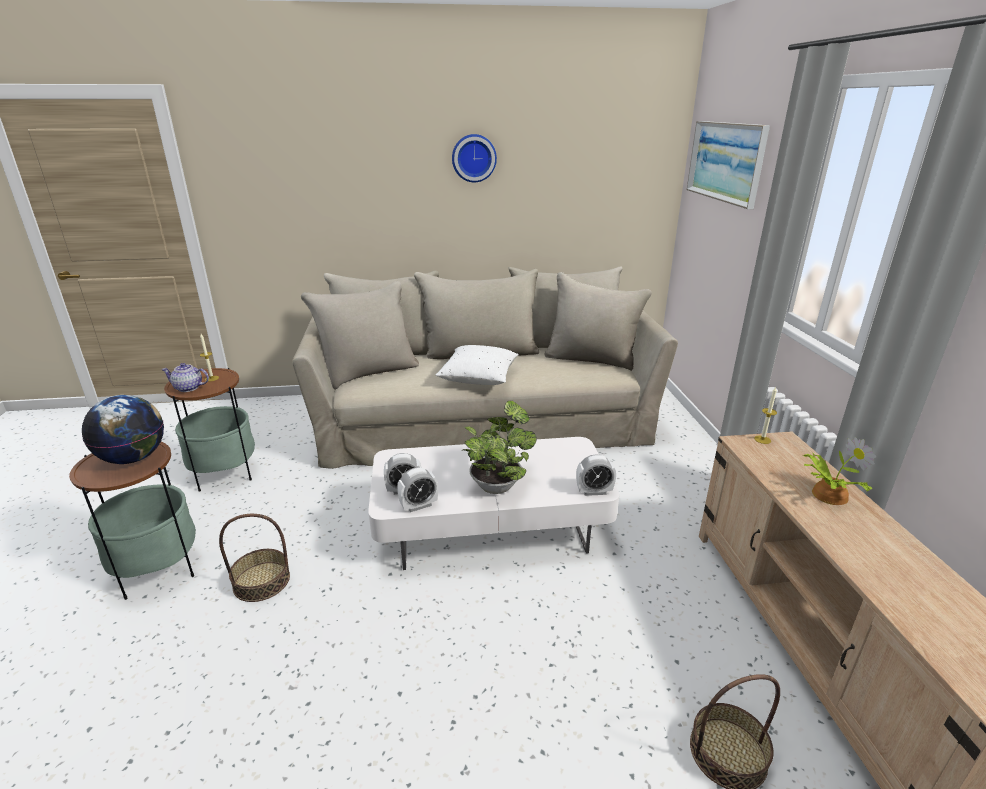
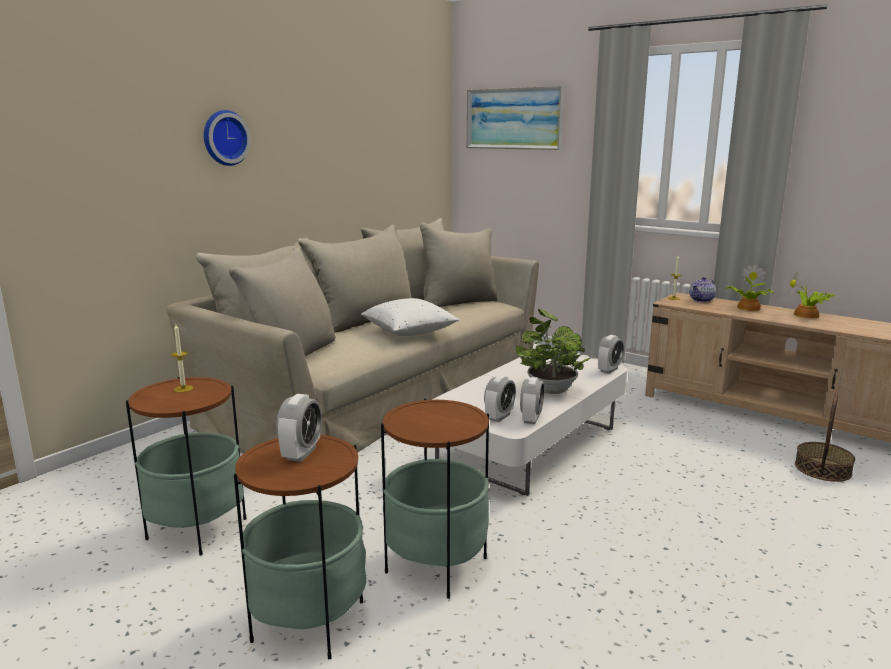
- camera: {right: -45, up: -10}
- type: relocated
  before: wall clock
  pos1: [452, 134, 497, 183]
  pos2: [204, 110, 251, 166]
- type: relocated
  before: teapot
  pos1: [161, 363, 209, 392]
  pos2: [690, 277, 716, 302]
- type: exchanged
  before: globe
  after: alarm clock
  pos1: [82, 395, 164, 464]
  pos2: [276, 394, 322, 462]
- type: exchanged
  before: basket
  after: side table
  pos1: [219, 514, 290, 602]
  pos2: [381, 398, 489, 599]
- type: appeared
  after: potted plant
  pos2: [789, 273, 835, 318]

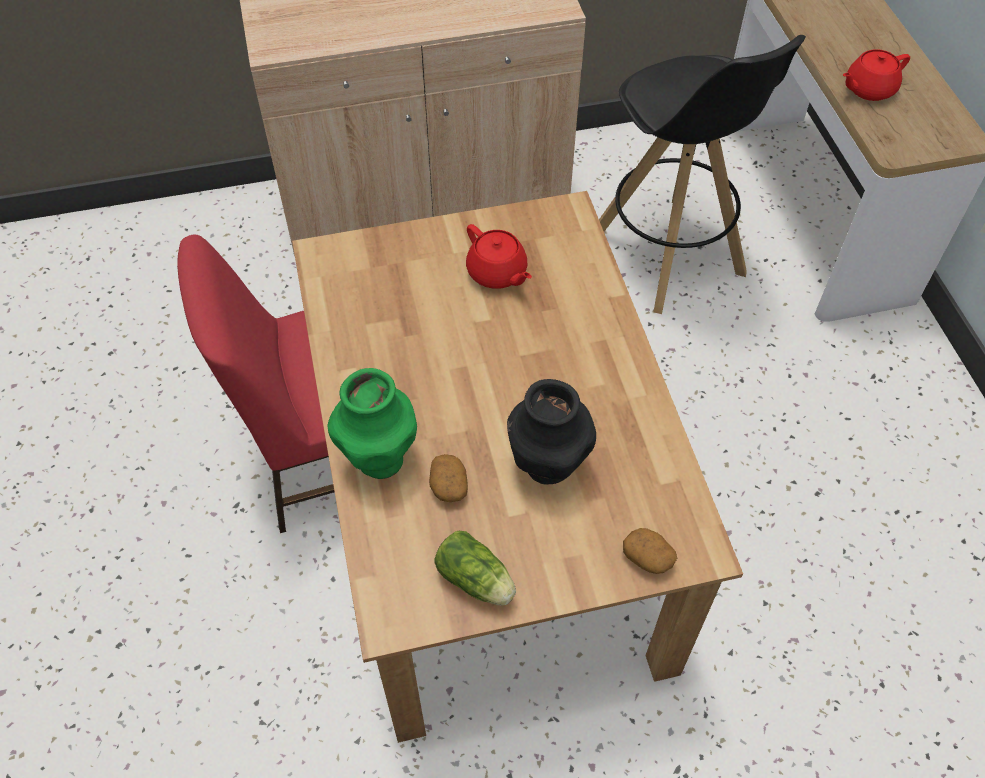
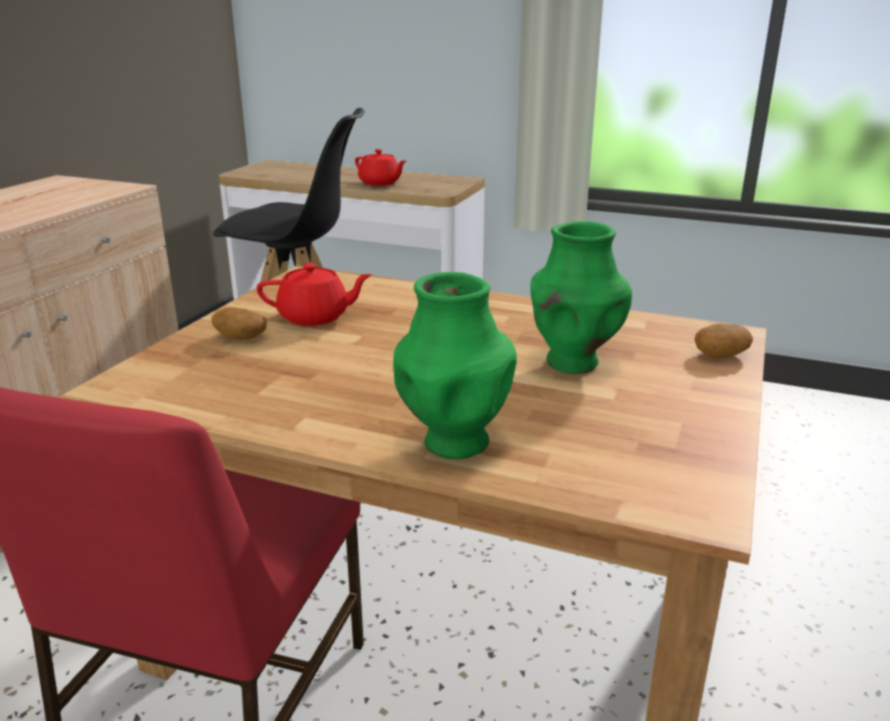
- camera: {right: -55, up: -30}
- type: spun
  before: teapot (red)
  pos1: [843, 49, 910, 101]
  pos2: [355, 149, 406, 186]
  turn: -60
- type: colour
  before: vase (black)
  after: vase (green)
  pos1: [507, 379, 596, 485]
  pos2: [531, 221, 632, 374]
- type: relocated
  before: potato
  pos1: [429, 454, 468, 502]
  pos2: [211, 307, 267, 340]
- type: missing
  before: lettuce
  pos1: [434, 531, 516, 605]

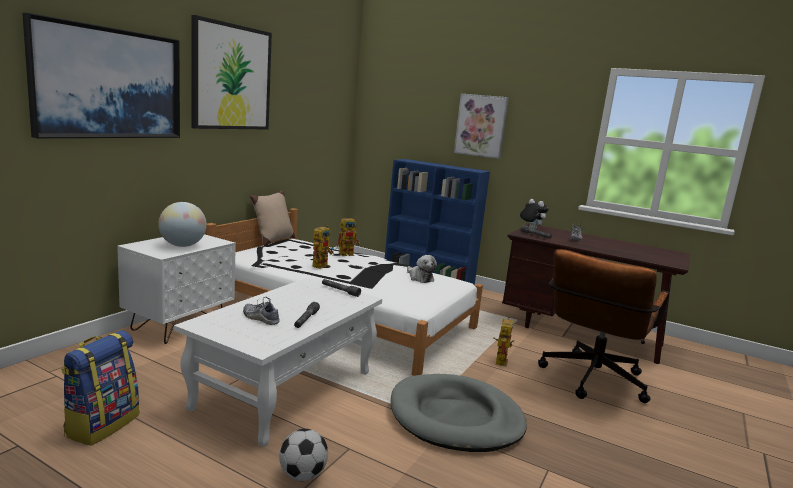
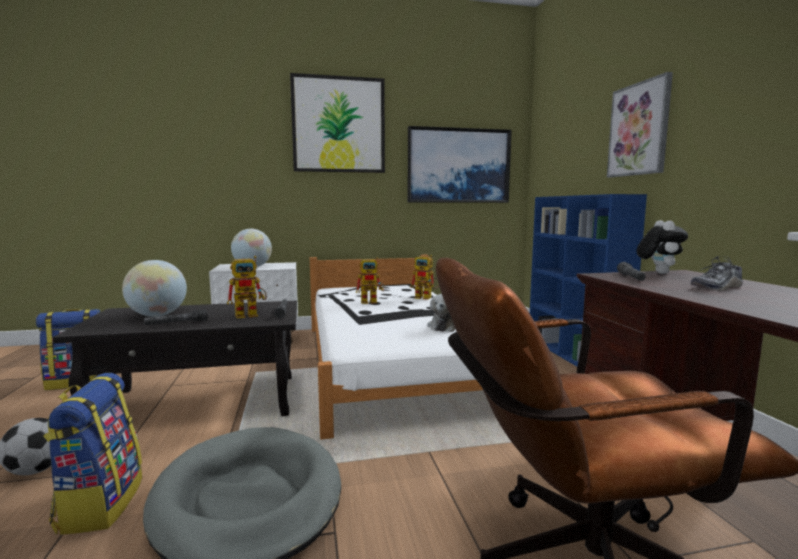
- camera: {right: 50, up: -5}
- type: relocated
  before: picture
  pos1: [22, 13, 180, 138]
  pos2: [408, 126, 512, 203]
- type: missing
  before: pillow (beige)
  pos1: [250, 190, 295, 246]
- type: colour
  before: coffee table (white)
  after: coffee table (black)
  pos1: [174, 277, 382, 447]
  pos2: [52, 301, 297, 416]
- type: exchanged
  before: shoe
  after: globe
  pos1: [243, 297, 280, 325]
  pos2: [122, 260, 187, 317]
- type: relocated
  before: toy robot
  pos1: [493, 316, 515, 367]
  pos2: [227, 256, 267, 319]
- type: appeared
  after: backpack
  pos2: [43, 373, 142, 535]

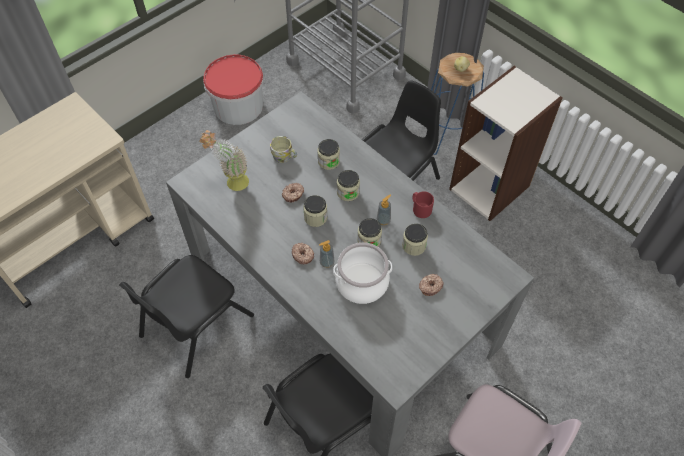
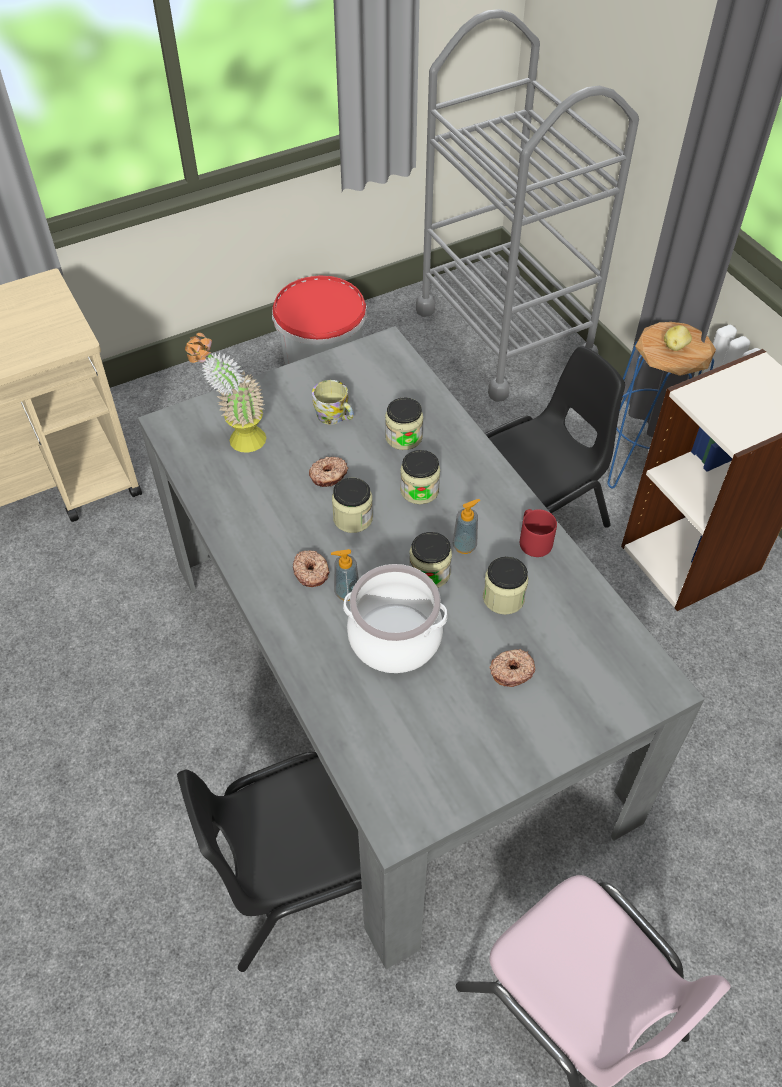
- camera: {right: 15, up: -5}
- type: missing
  before: chair (black)
  pos1: [119, 255, 254, 378]

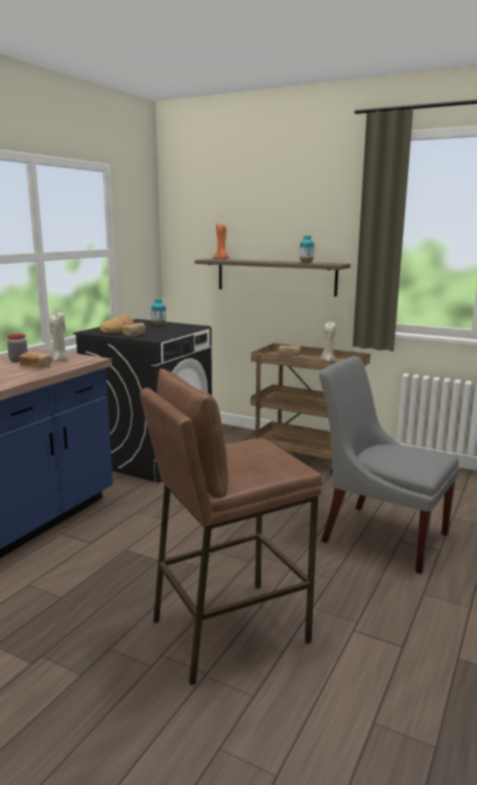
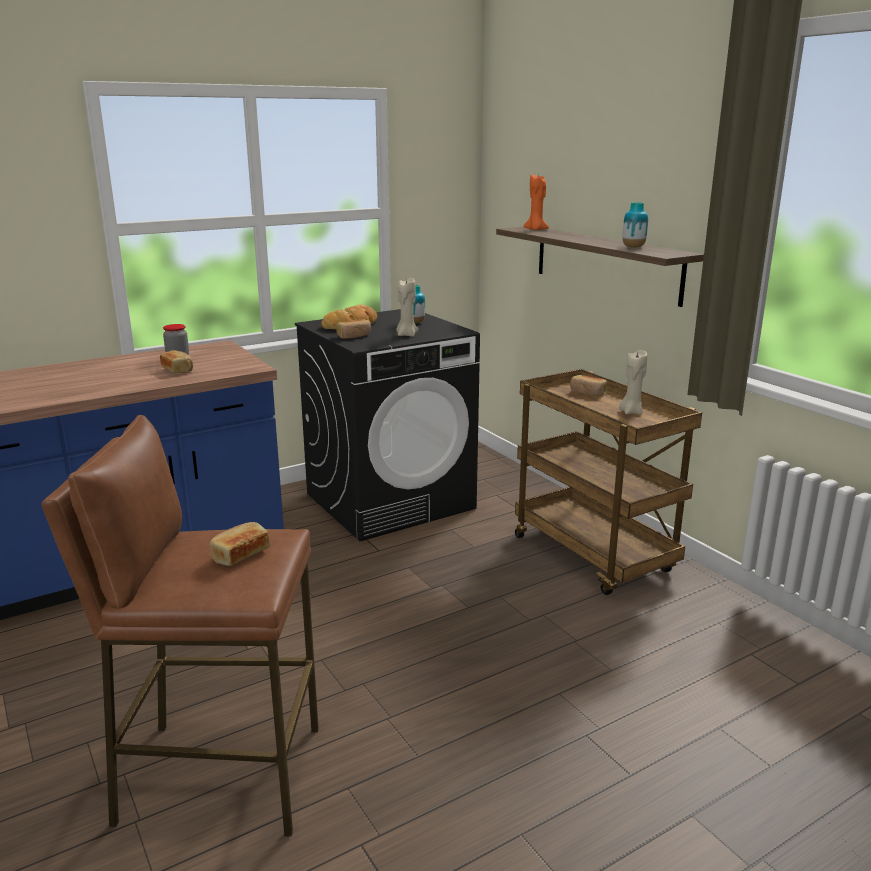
- camera: {right: 30, up: 5}
- type: relocated
  before: candle (beige)
  pos1: [49, 312, 68, 362]
  pos2: [396, 277, 418, 337]
- type: missing
  before: chair (grey)
  pos1: [319, 356, 459, 574]
- type: appeared
  after: bread
  pos2: [209, 522, 270, 566]

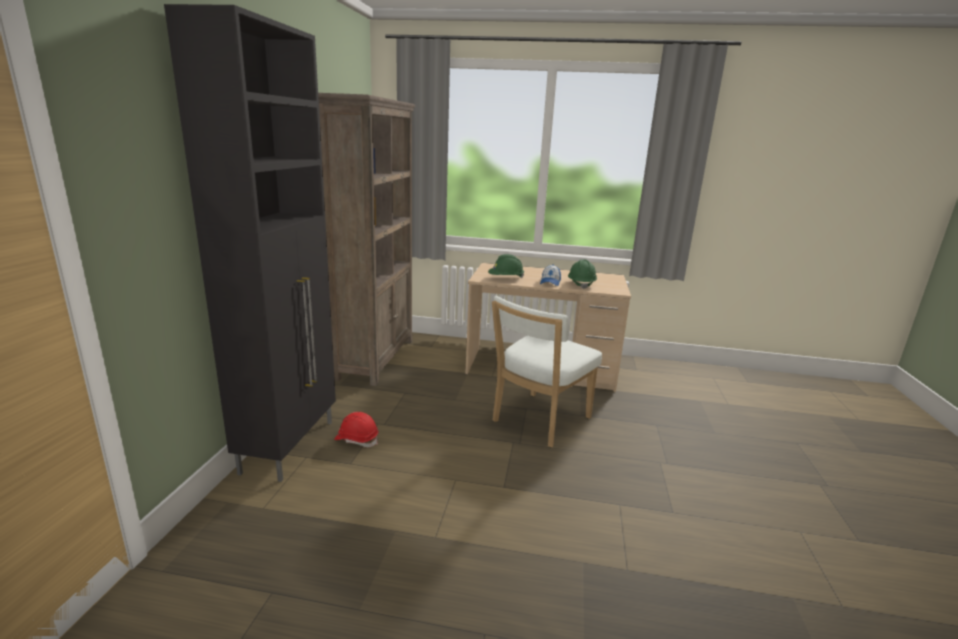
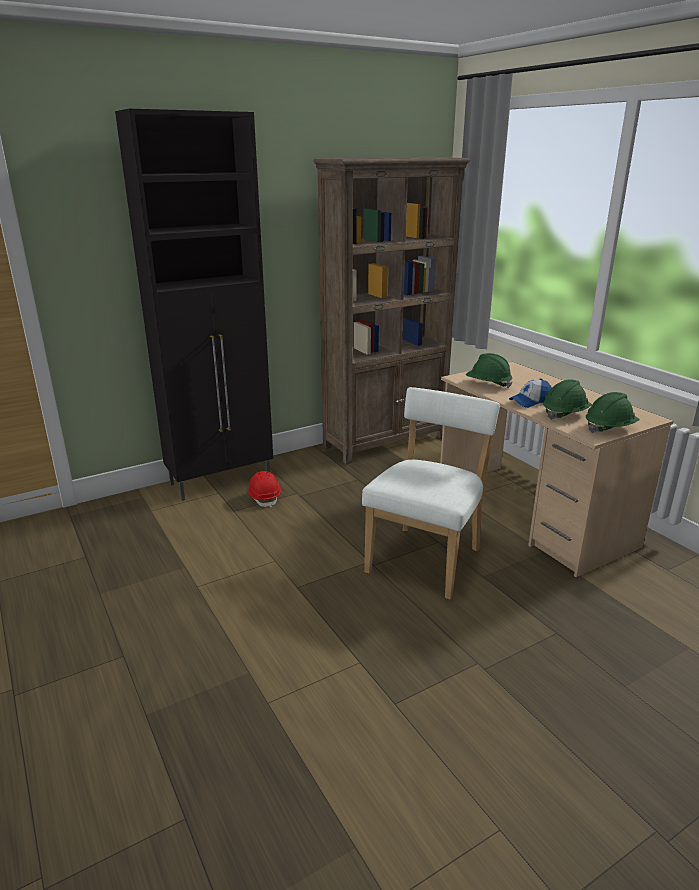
- camera: {right: 50, up: 5}
- type: spun
  before: chair (white)
  pos1: [492, 296, 602, 447]
  pos2: [362, 387, 500, 599]
  turn: 120
- type: appeared
  after: hard hat (green)
  pos2: [586, 392, 640, 433]

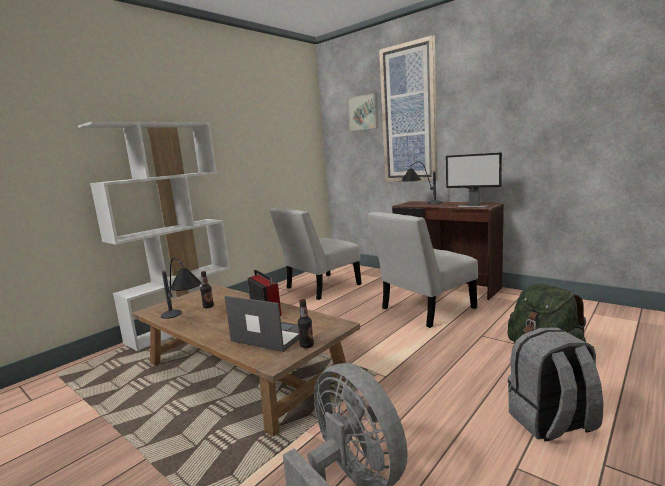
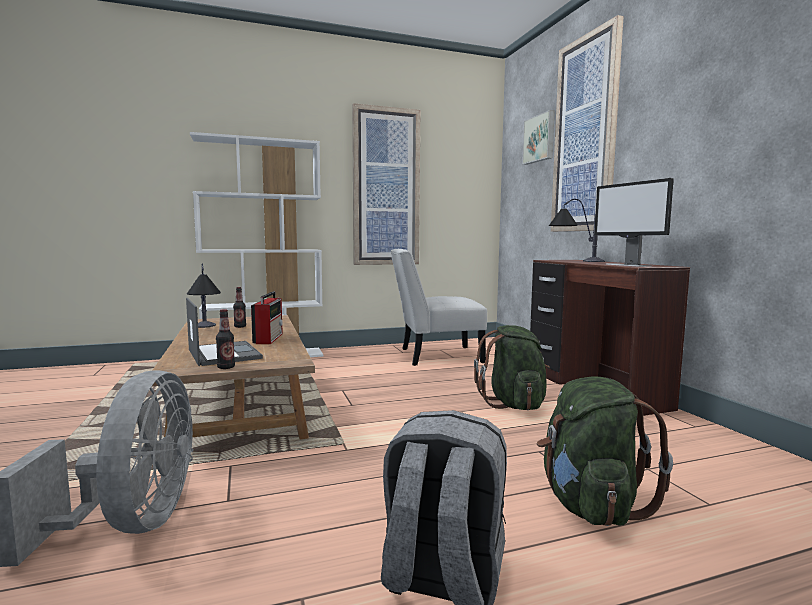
- camera: {right: 30, up: -5}
- type: exchanged
  before: chair (white)
  after: backpack (green)
  pos1: [368, 212, 478, 328]
  pos2: [474, 325, 550, 410]
- type: appeared
  after: picture
  pos2: [352, 103, 420, 265]

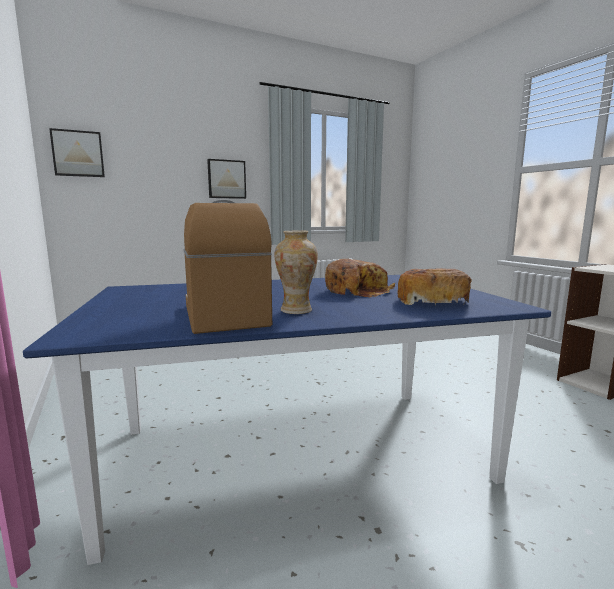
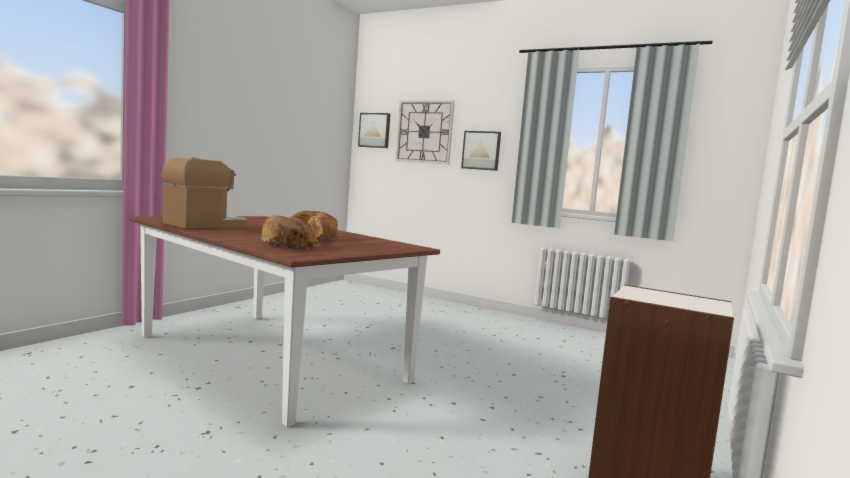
- camera: {right: 55, up: -5}
- type: missing
  before: vase
  pos1: [275, 231, 318, 314]
- type: colour
  before: dining table (blue)
  after: dining table (brown)
  pos1: [23, 275, 551, 565]
  pos2: [129, 216, 440, 427]
- type: appeared
  after: wall clock
  pos2: [395, 101, 455, 164]

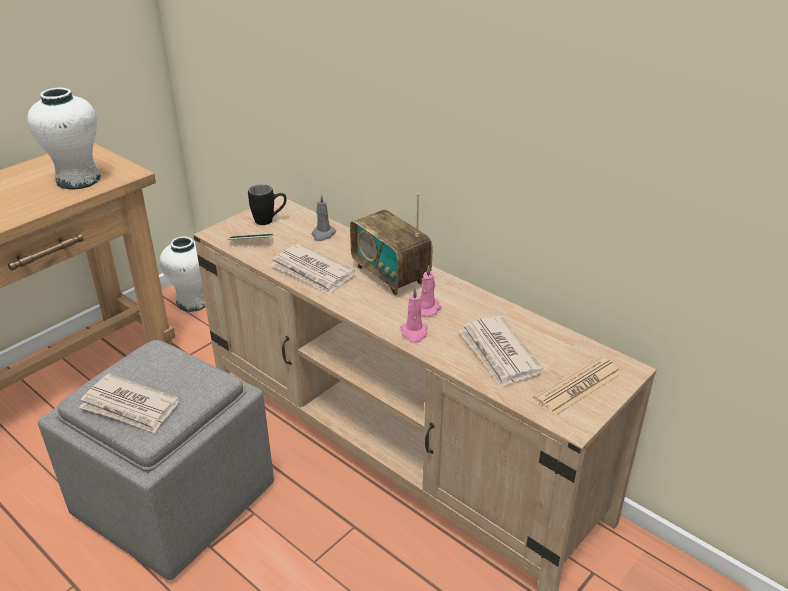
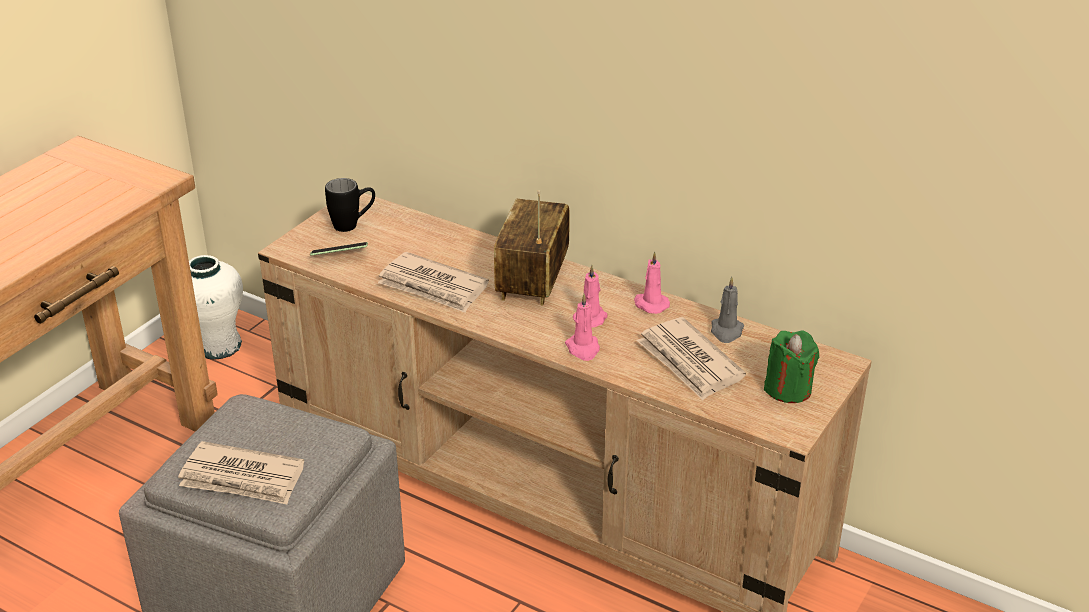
- camera: {right: -10, up: 0}
- type: missing
  before: vase (white)
  pos1: [27, 88, 101, 189]
- type: spun
  before: radio
  pos1: [350, 193, 433, 295]
  pos2: [494, 190, 570, 306]
  turn: 60
- type: relocated
  before: candle (grey)
  pos1: [312, 194, 336, 241]
  pos2: [711, 277, 744, 343]
- type: exchanged
  before: newspaper
  after: candle (green)
  pos1: [533, 356, 622, 416]
  pos2: [764, 331, 819, 403]
- type: appeared
  after: candle (pink)
  pos2: [634, 251, 670, 314]

